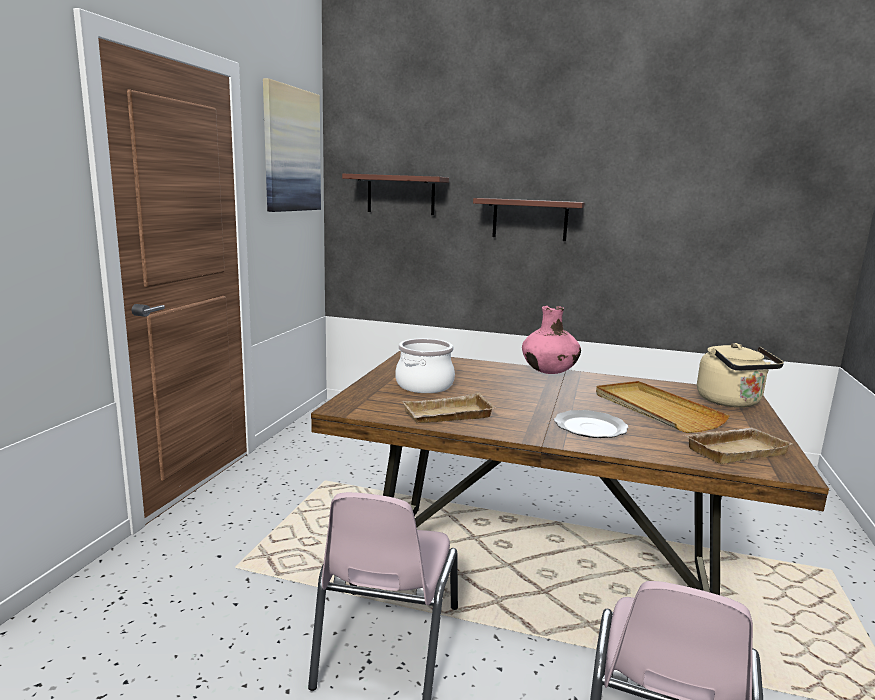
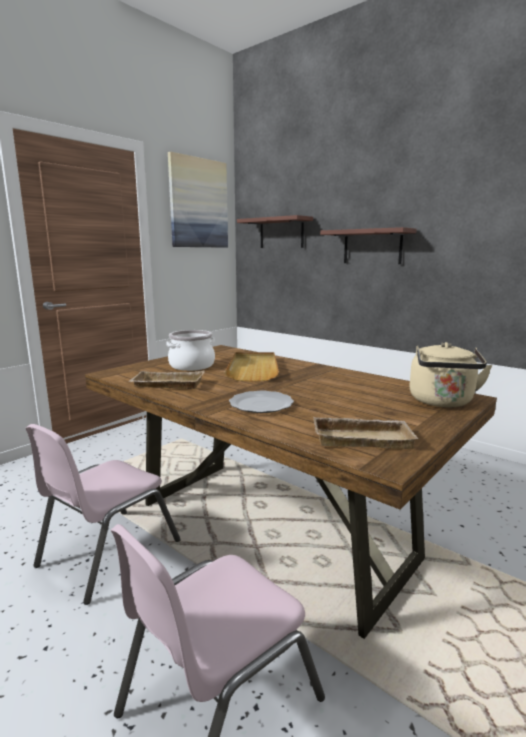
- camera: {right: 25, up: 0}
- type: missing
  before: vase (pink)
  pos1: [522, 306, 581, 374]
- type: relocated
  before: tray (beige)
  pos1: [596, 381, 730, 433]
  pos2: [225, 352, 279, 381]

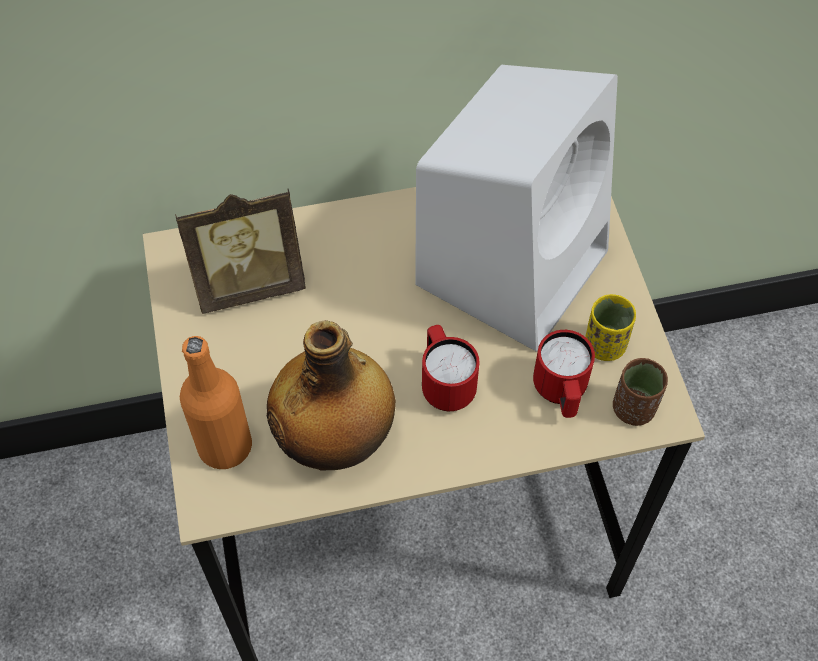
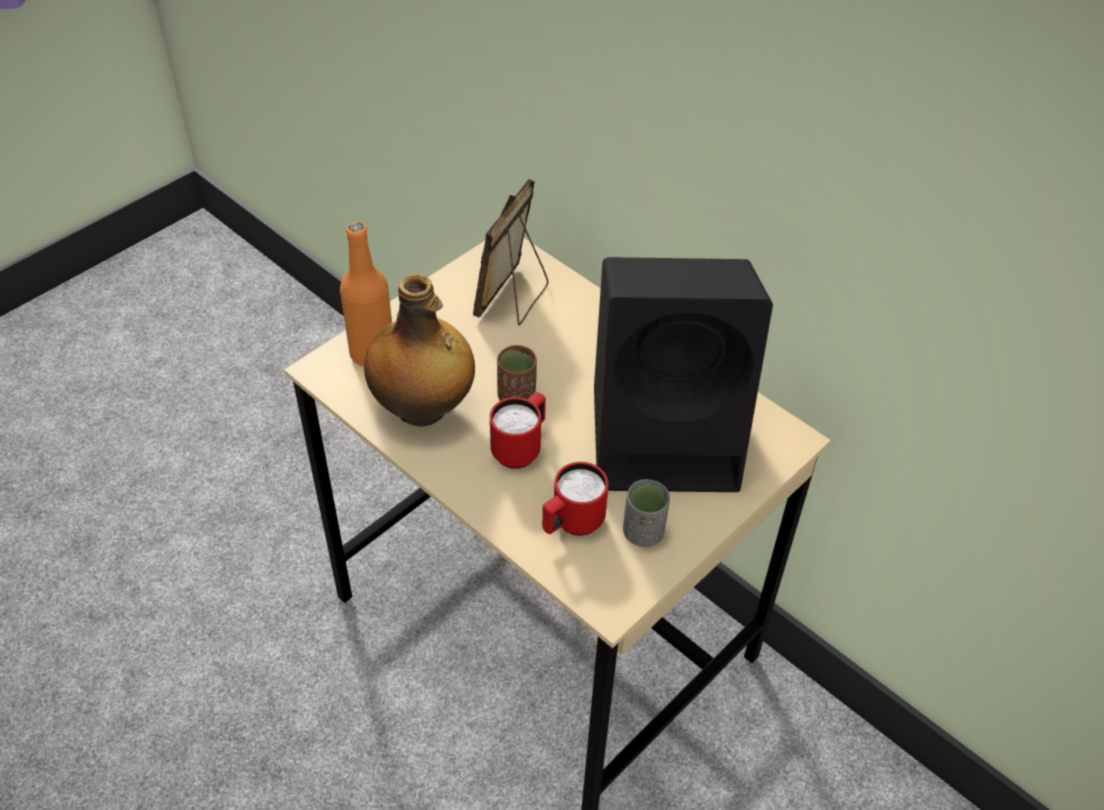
- camera: {right: 55, up: -10}
- type: colour
  before: speaker (white)
  after: speaker (black)
  pos1: [415, 65, 618, 352]
  pos2: [594, 257, 773, 492]
- type: spun
  before: picture frame
  pos1: [175, 189, 306, 314]
  pos2: [473, 179, 548, 325]
  turn: 75
- type: colour
  before: cup (yellow)
  after: cup (grey)
  pos1: [585, 294, 636, 361]
  pos2: [623, 479, 670, 547]
- type: relocated
  before: cup (brown)
  pos1: [613, 358, 668, 426]
  pos2: [497, 345, 537, 401]

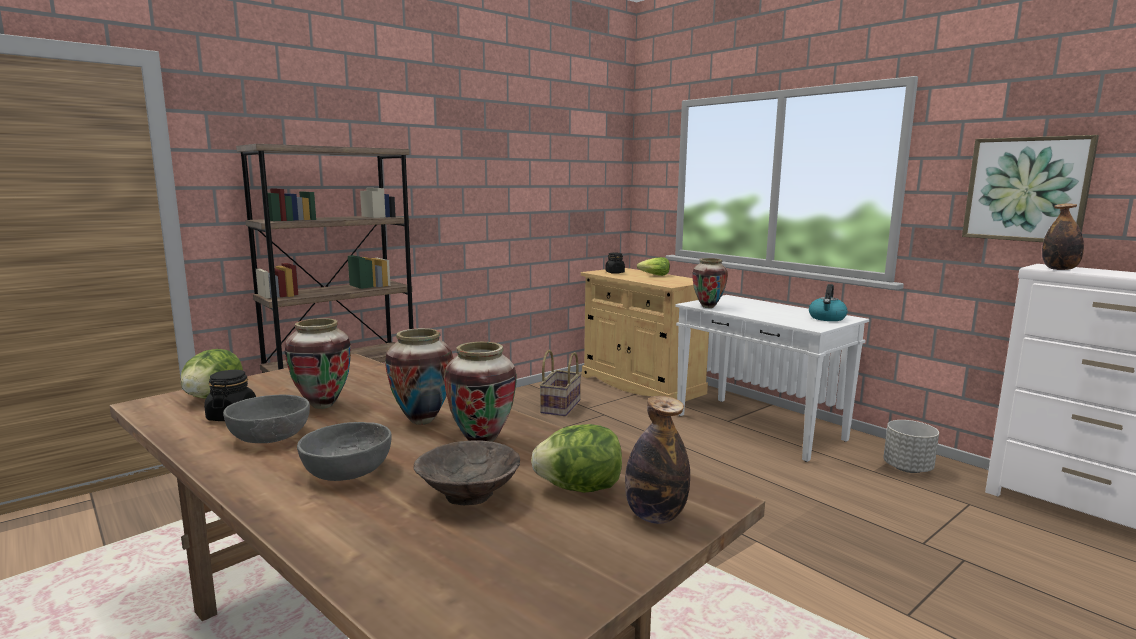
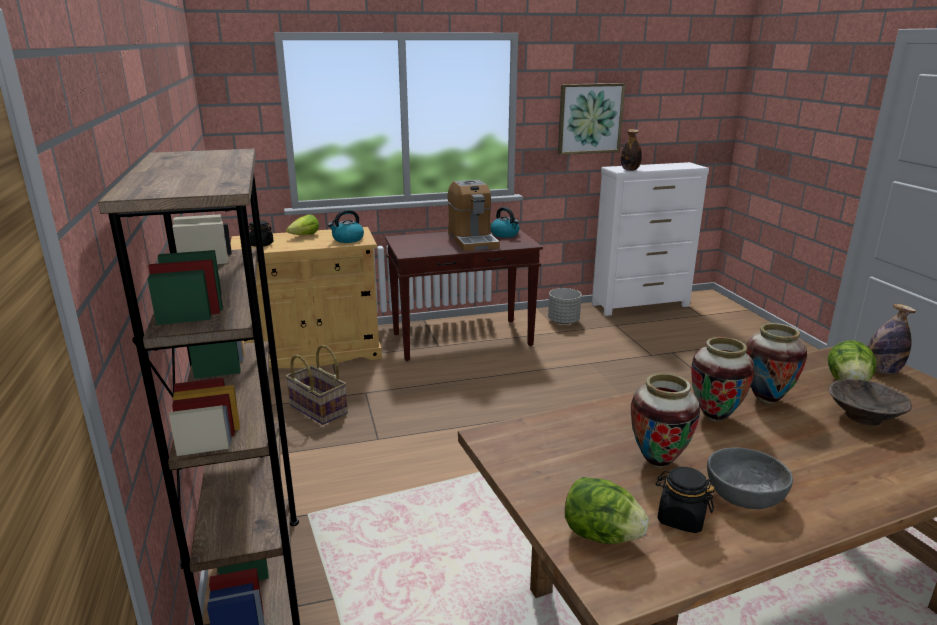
- camera: {right: -65, up: 10}
- type: missing
  before: vase
  pos1: [692, 258, 728, 308]
- type: colour
  before: console table (white)
  after: console table (brown)
  pos1: [675, 295, 869, 462]
  pos2: [385, 229, 543, 361]
- type: missing
  before: bowl (grey)
  pos1: [297, 422, 391, 481]
- type: appeared
  after: coffee machine
  pos2: [448, 180, 500, 251]
- type: appeared
  after: kettle
  pos2: [328, 210, 364, 243]

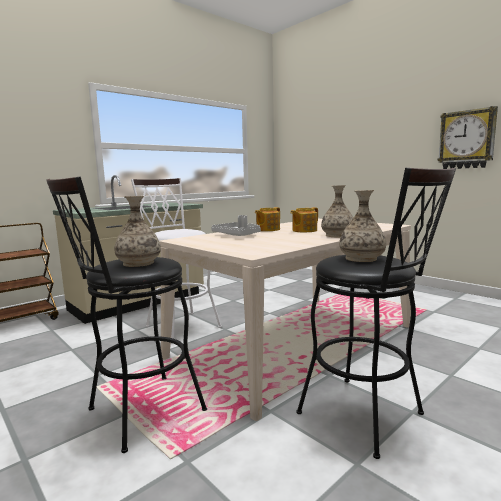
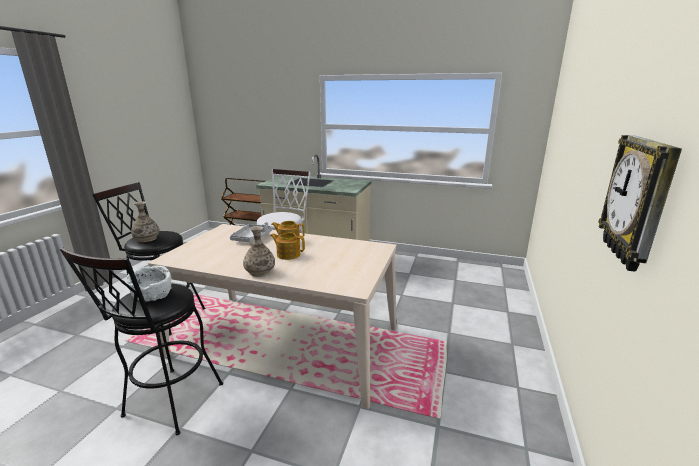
- camera: {right: 60, up: 10}
- type: exchanged
  before: vase
  after: bowl (white)
  pos1: [339, 190, 386, 262]
  pos2: [127, 266, 172, 302]

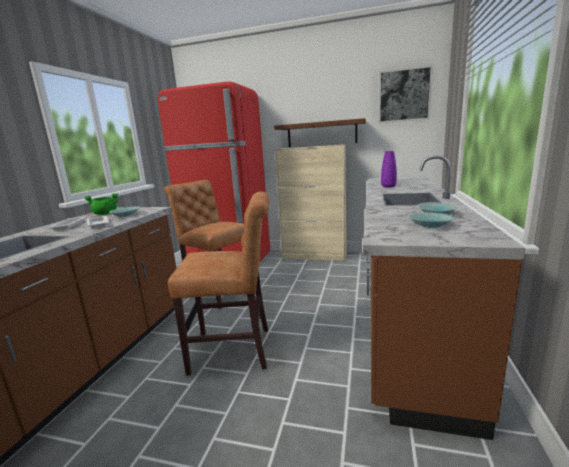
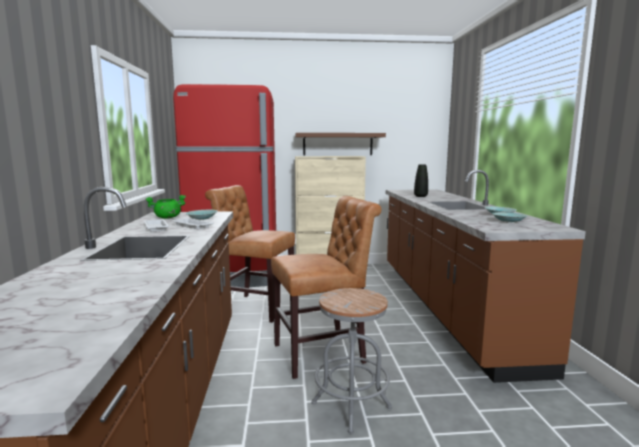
- camera: {right: -20, up: -5}
- type: missing
  before: picture
  pos1: [378, 65, 433, 123]
- type: colour
  before: vase (purple)
  after: vase (black)
  pos1: [381, 151, 397, 187]
  pos2: [414, 164, 428, 197]
- type: appeared
  after: stool (grey)
  pos2: [311, 288, 392, 434]

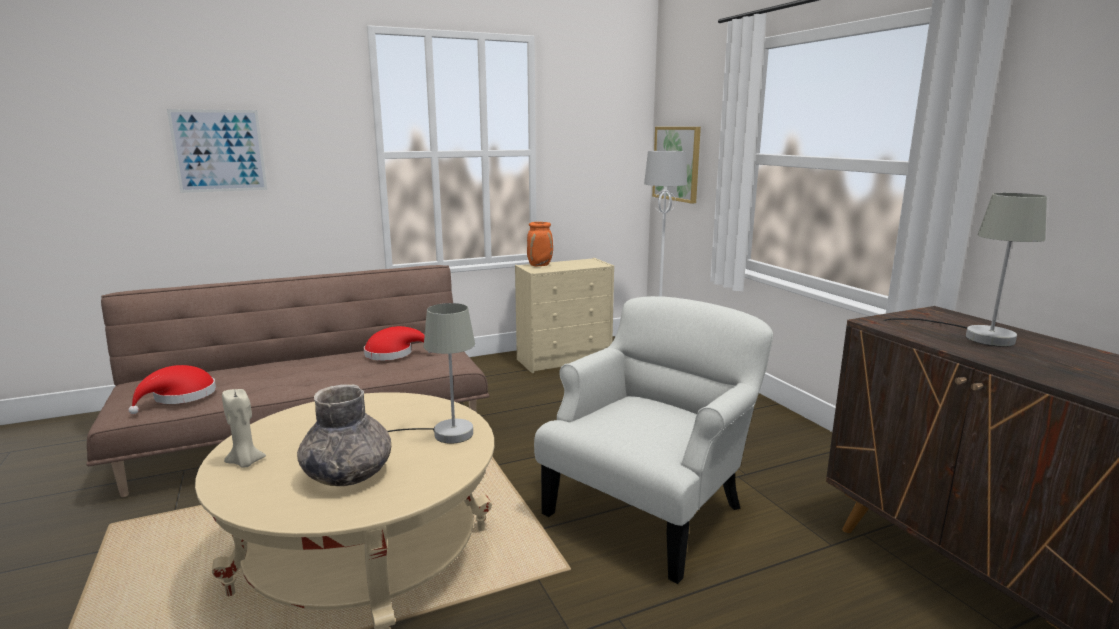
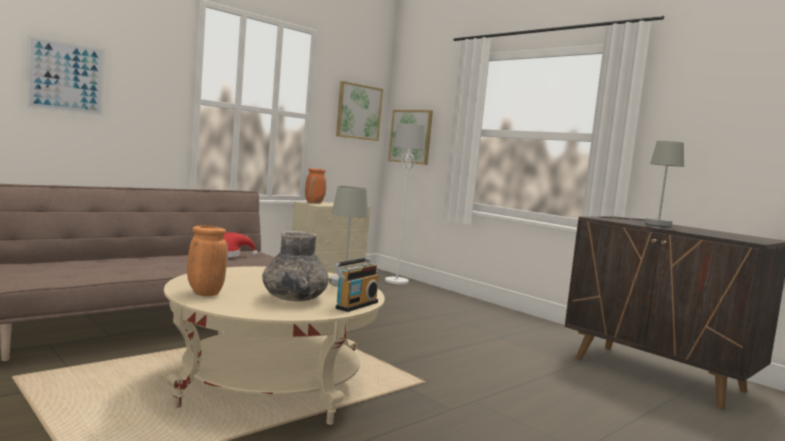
- camera: {right: -20, up: -10}
- type: missing
  before: armchair (white)
  pos1: [534, 296, 773, 584]
- type: missing
  before: hat (red)
  pos1: [128, 365, 216, 414]
- type: exchanged
  before: candle (beige)
  after: vase (orange)
  pos1: [222, 389, 266, 467]
  pos2: [187, 225, 228, 296]
- type: appeared
  after: picture
  pos2: [336, 81, 383, 141]
- type: appeared
  after: radio
  pos2: [333, 257, 379, 312]

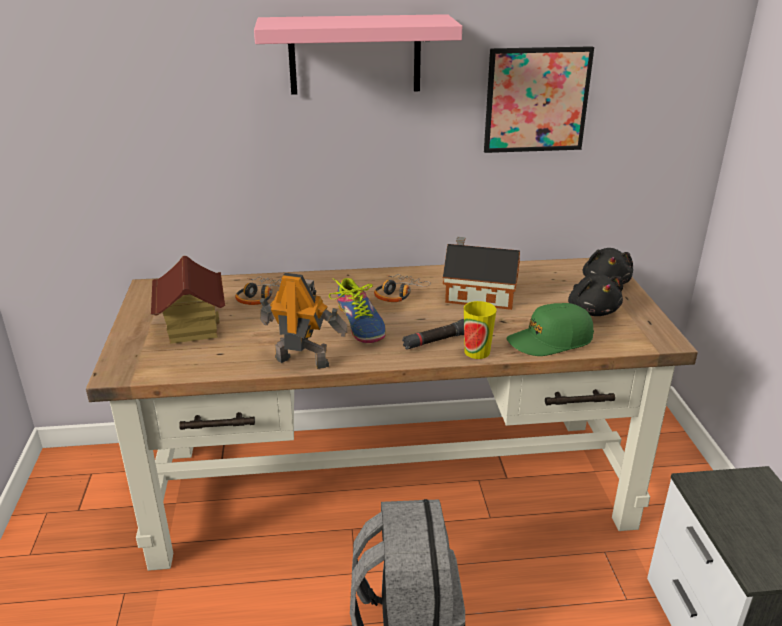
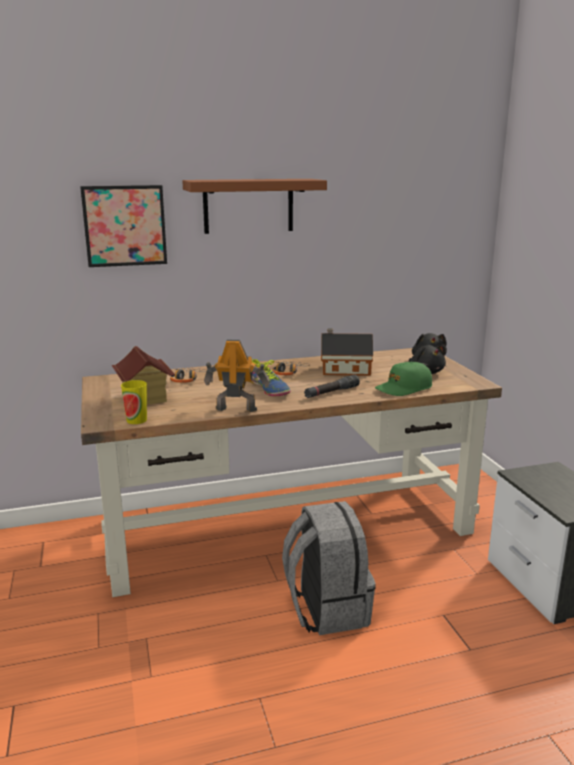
- camera: {right: -10, up: -10}
- type: colour
  before: shelf (pink)
  after: shelf (brown)
  pos1: [254, 14, 462, 95]
  pos2: [182, 179, 327, 234]
- type: relocated
  before: picture
  pos1: [484, 46, 594, 153]
  pos2: [80, 185, 167, 267]
- type: relocated
  before: cup
  pos1: [464, 301, 497, 359]
  pos2: [121, 380, 147, 424]

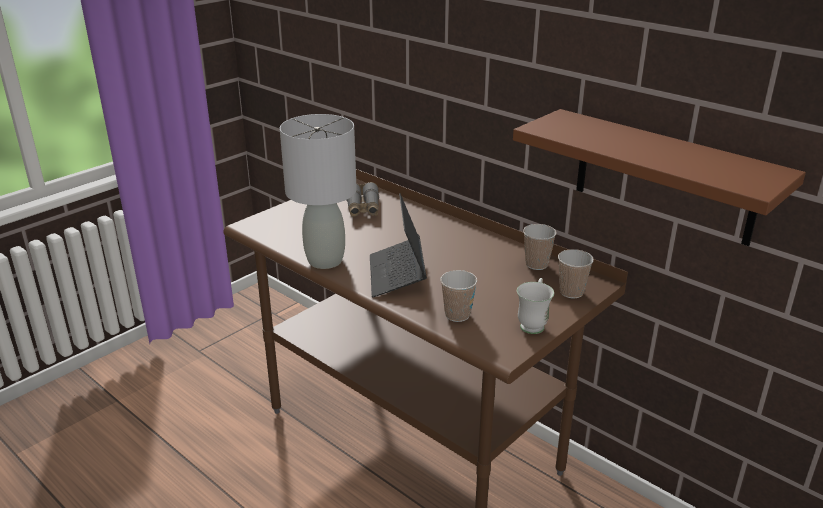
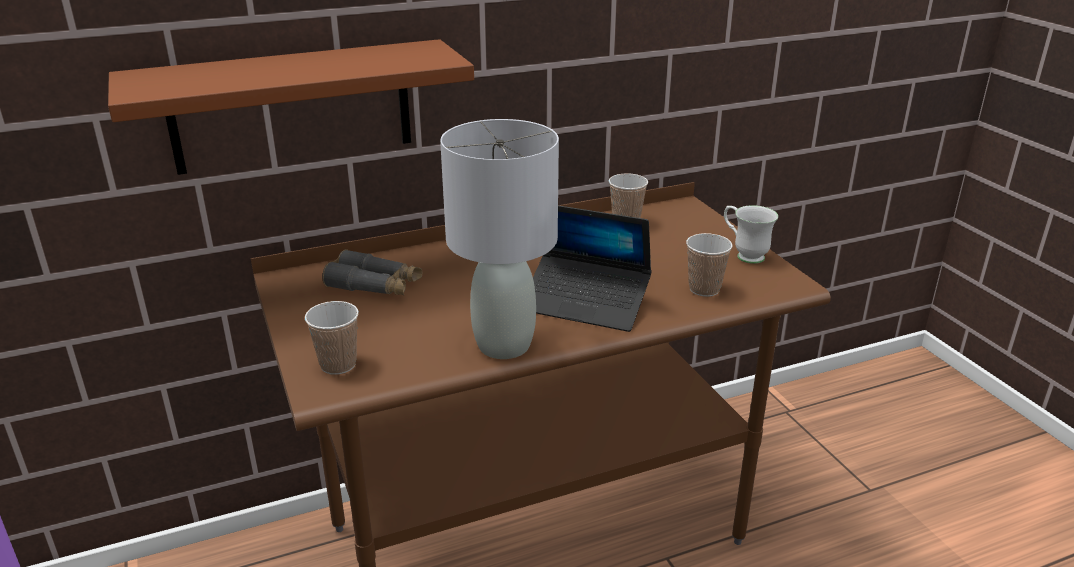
- camera: {right: -65, up: 0}
- type: relocated
  before: shelf (brown)
  pos1: [513, 109, 806, 246]
  pos2: [108, 39, 474, 175]
- type: relocated
  before: cup
  pos1: [558, 249, 594, 298]
  pos2: [305, 301, 359, 375]

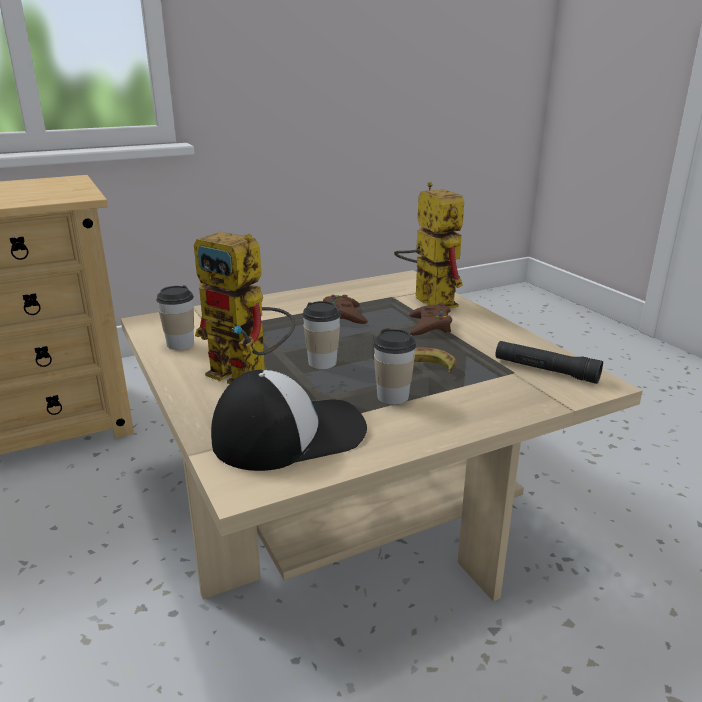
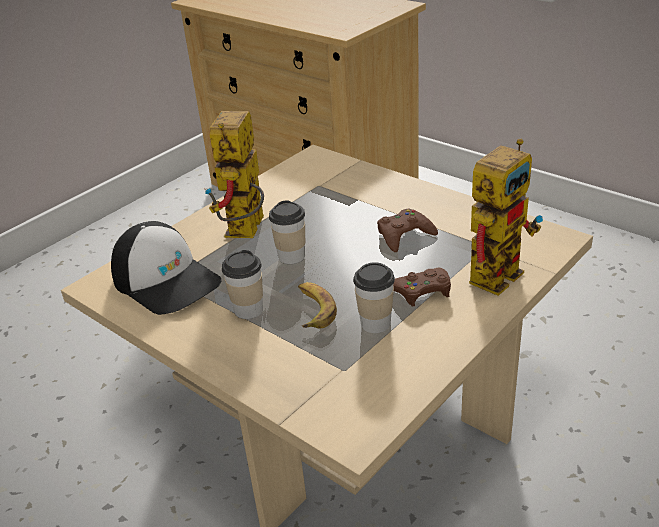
- camera: {right: 70, up: 10}
- type: relocated
  before: cup
  pos1: [156, 285, 194, 350]
  pos2: [353, 262, 395, 333]
- type: missing
  before: flashlight (black)
  pos1: [496, 341, 603, 384]

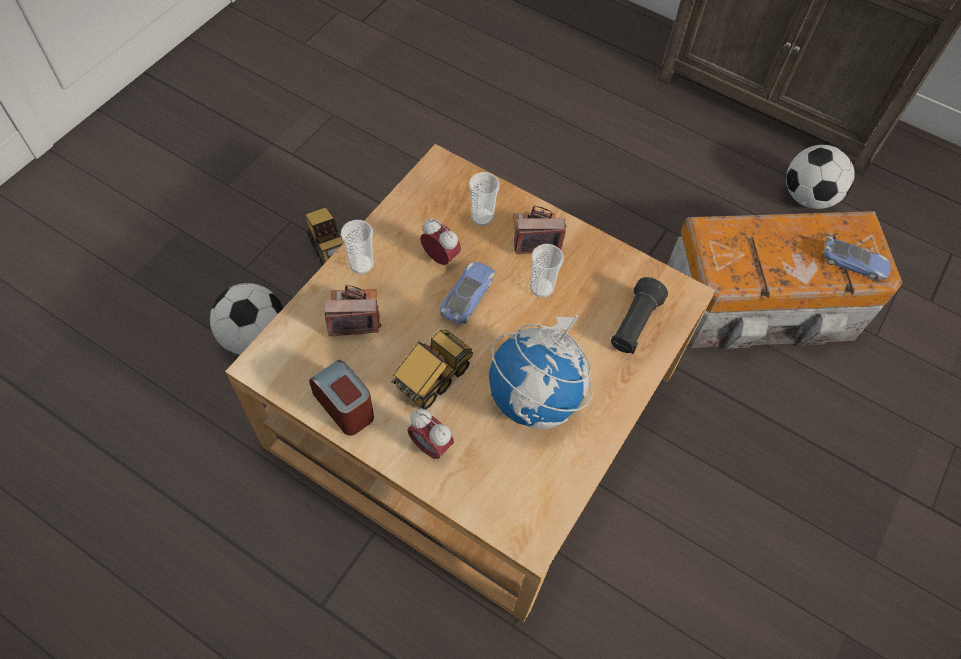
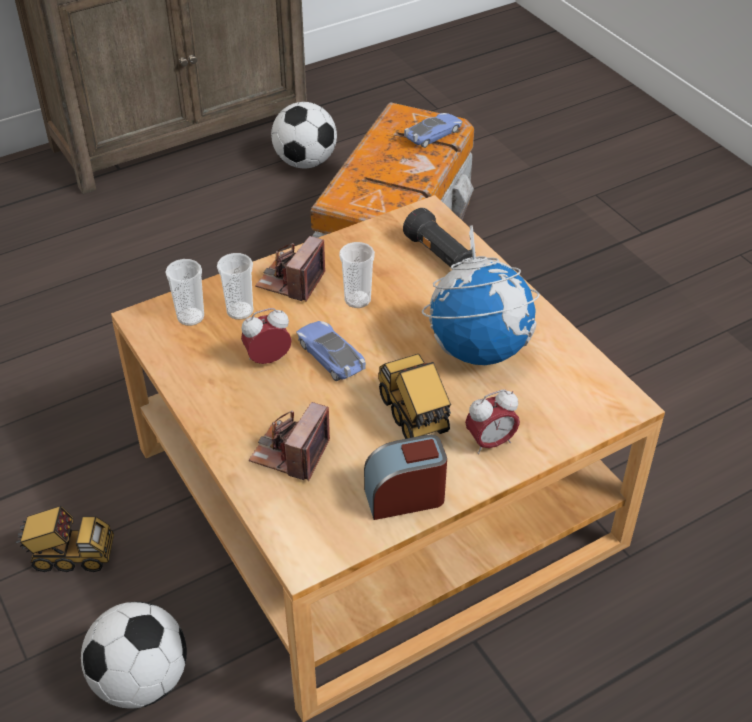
- camera: {right: -60, up: -15}
- type: relocated
  before: cup
  pos1: [341, 220, 373, 274]
  pos2: [165, 259, 204, 326]

